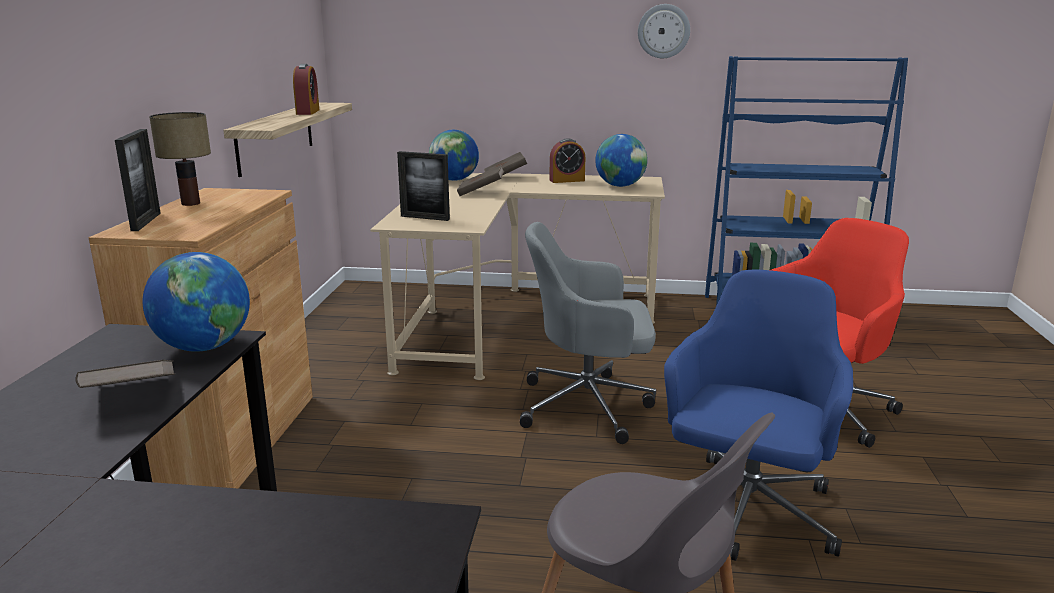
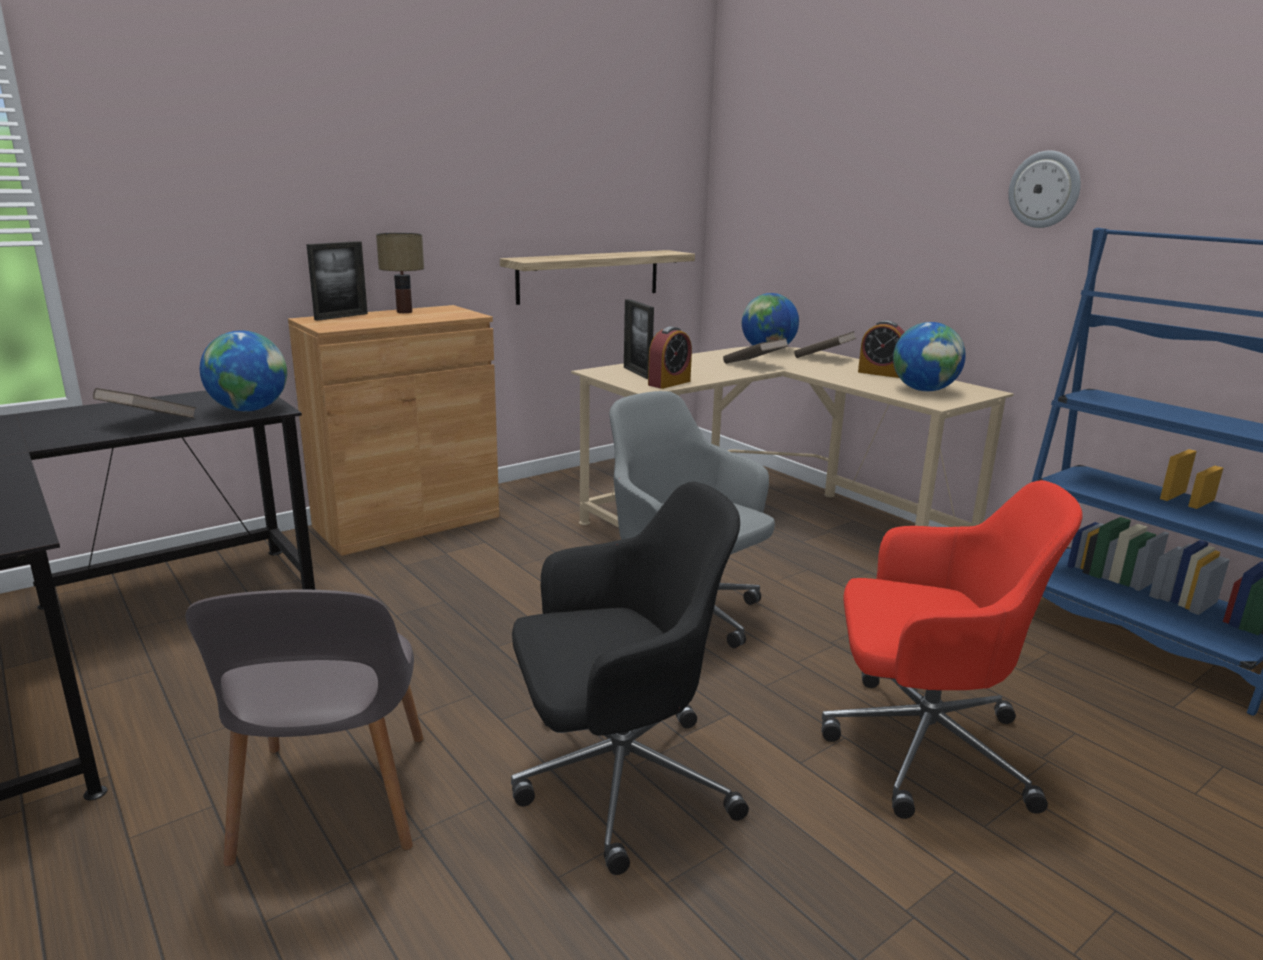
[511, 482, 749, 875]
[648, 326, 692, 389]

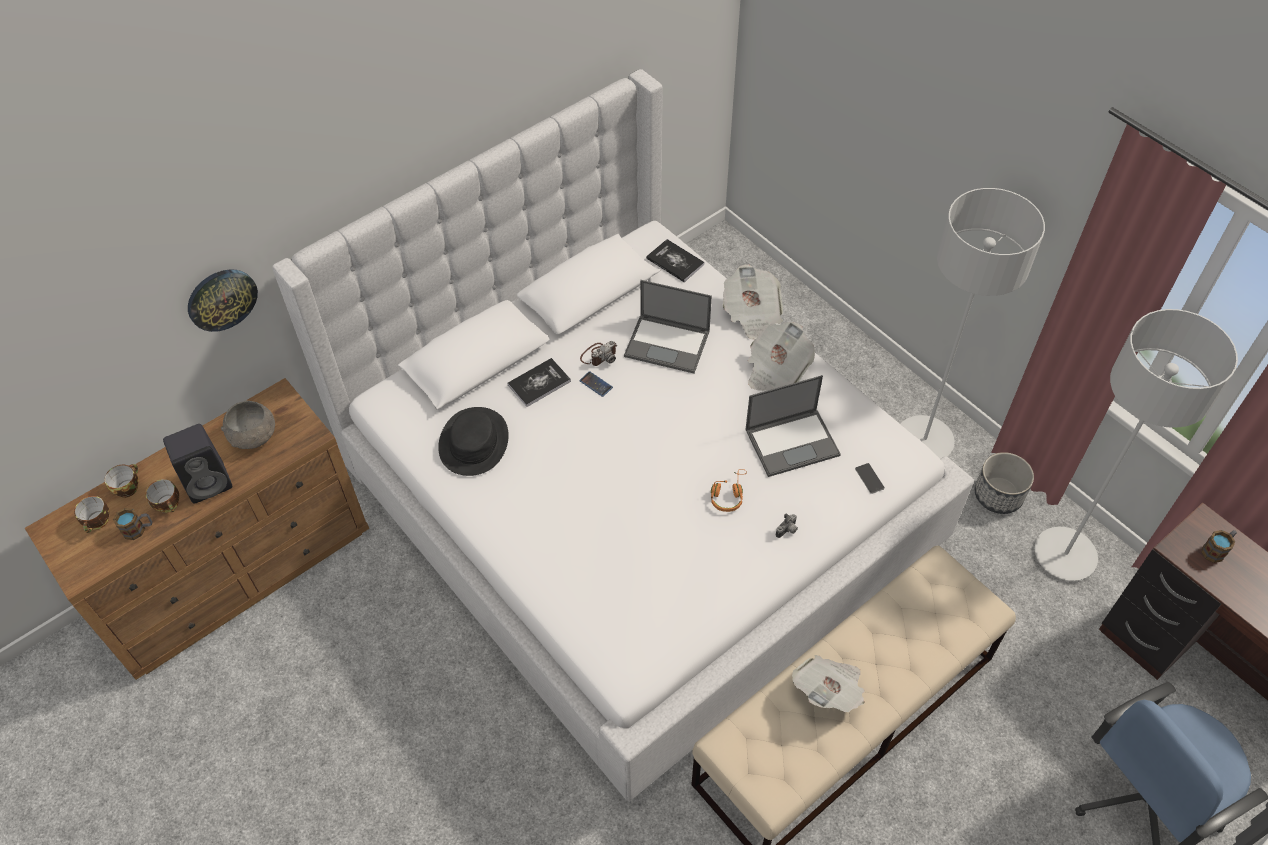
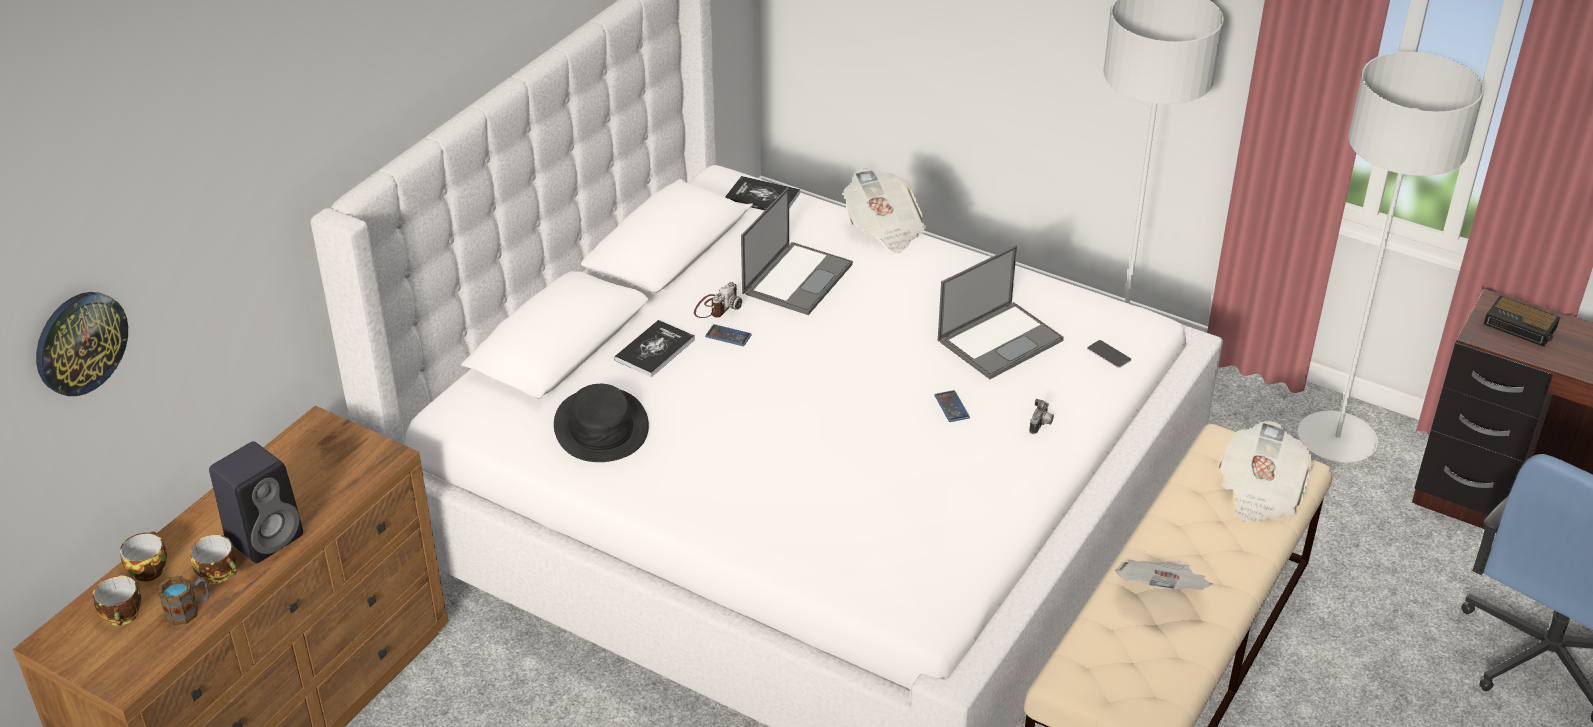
[36, 292, 128, 396]
[741, 187, 853, 315]
[934, 390, 970, 422]
[1219, 421, 1314, 522]
[1484, 296, 1560, 347]
[221, 400, 275, 449] (first image)
[975, 452, 1034, 514] (first image)

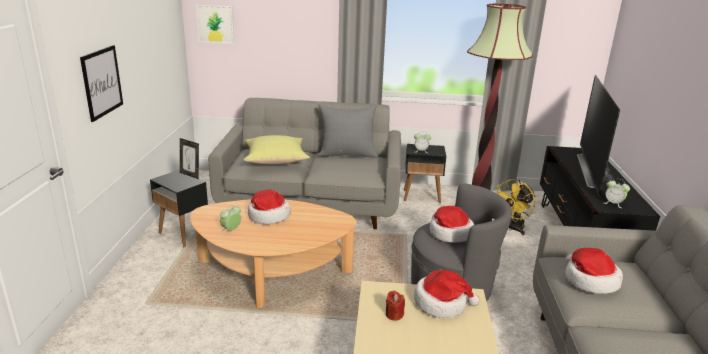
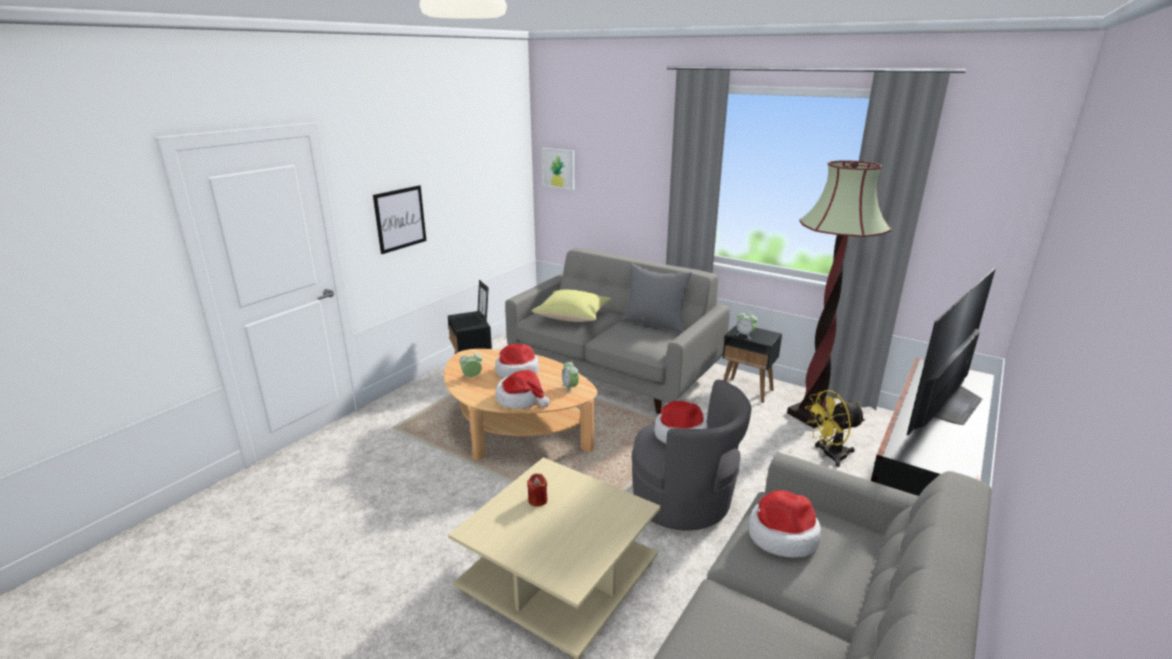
[495, 370, 550, 409]
[562, 361, 579, 393]

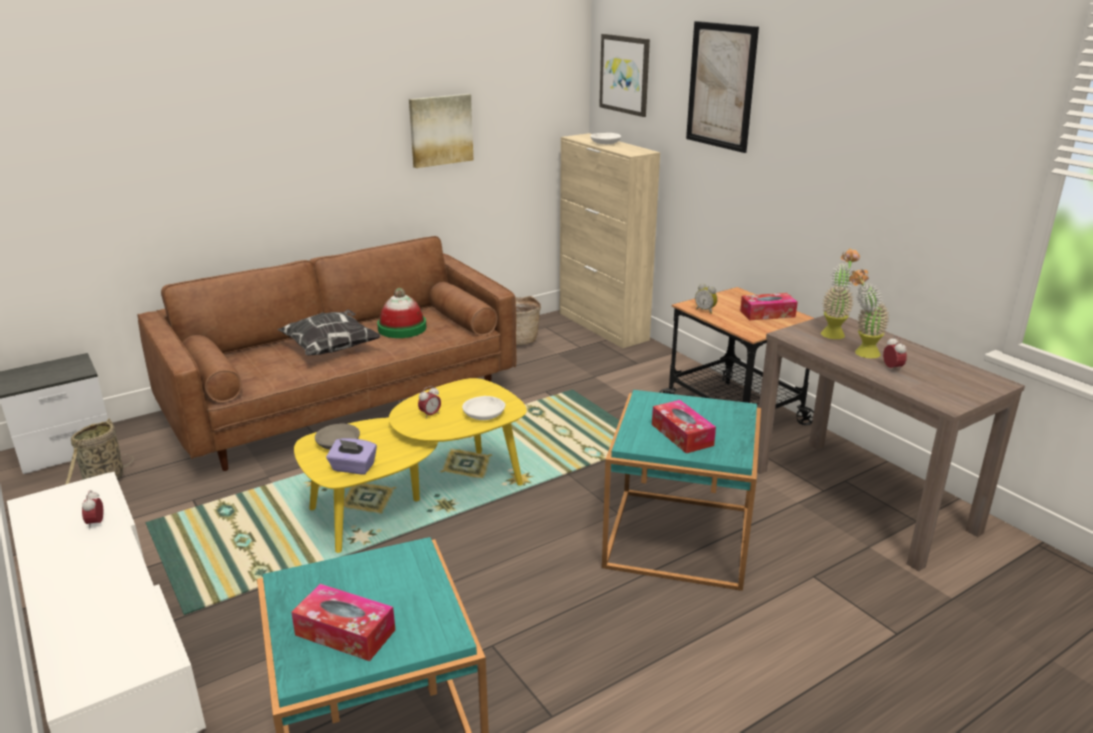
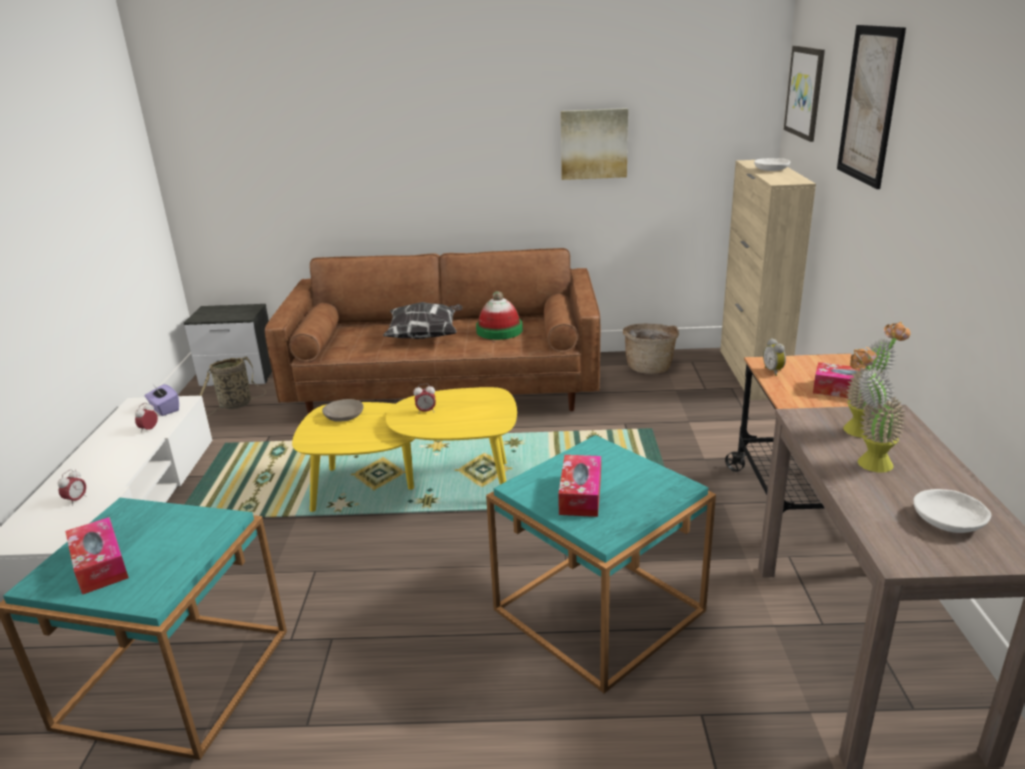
[58, 470, 87, 506]
[145, 384, 179, 416]
[913, 489, 991, 533]

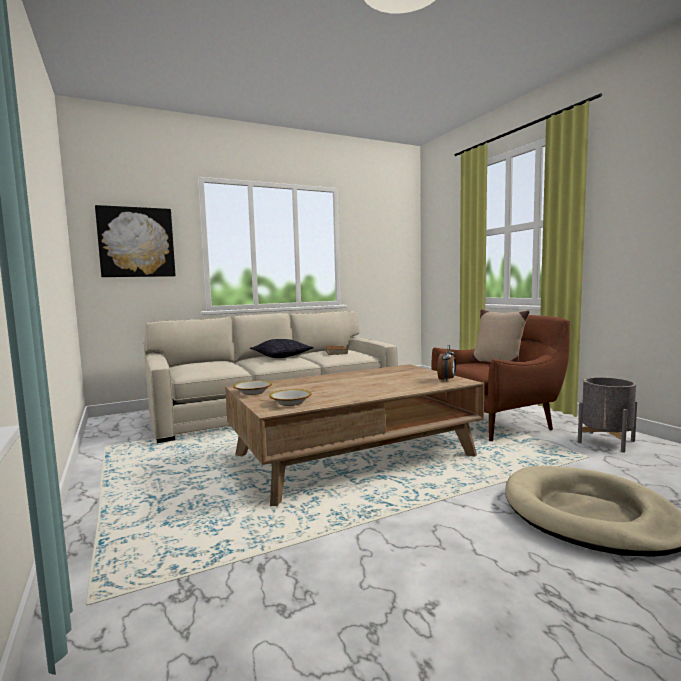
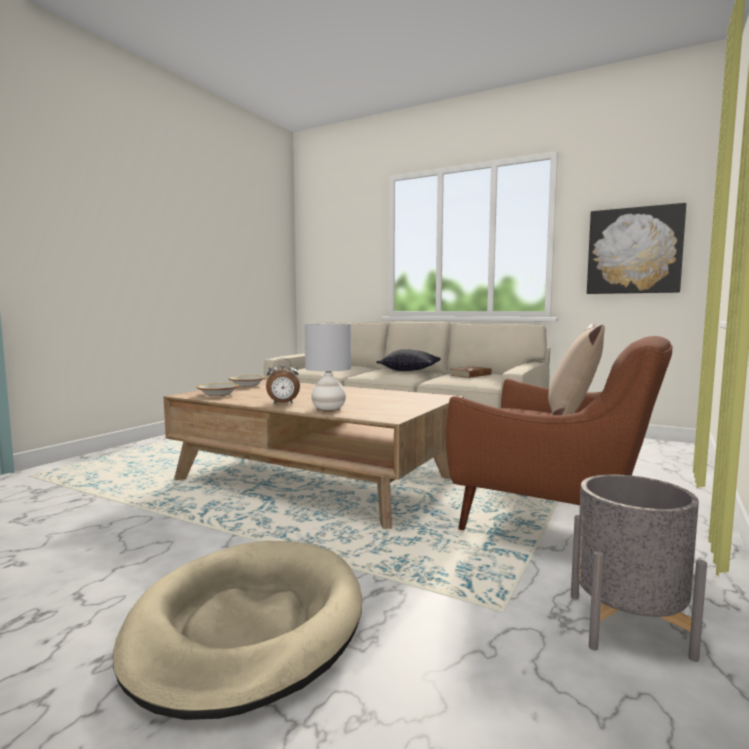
[266, 358, 300, 404]
[305, 324, 351, 410]
[587, 203, 686, 294]

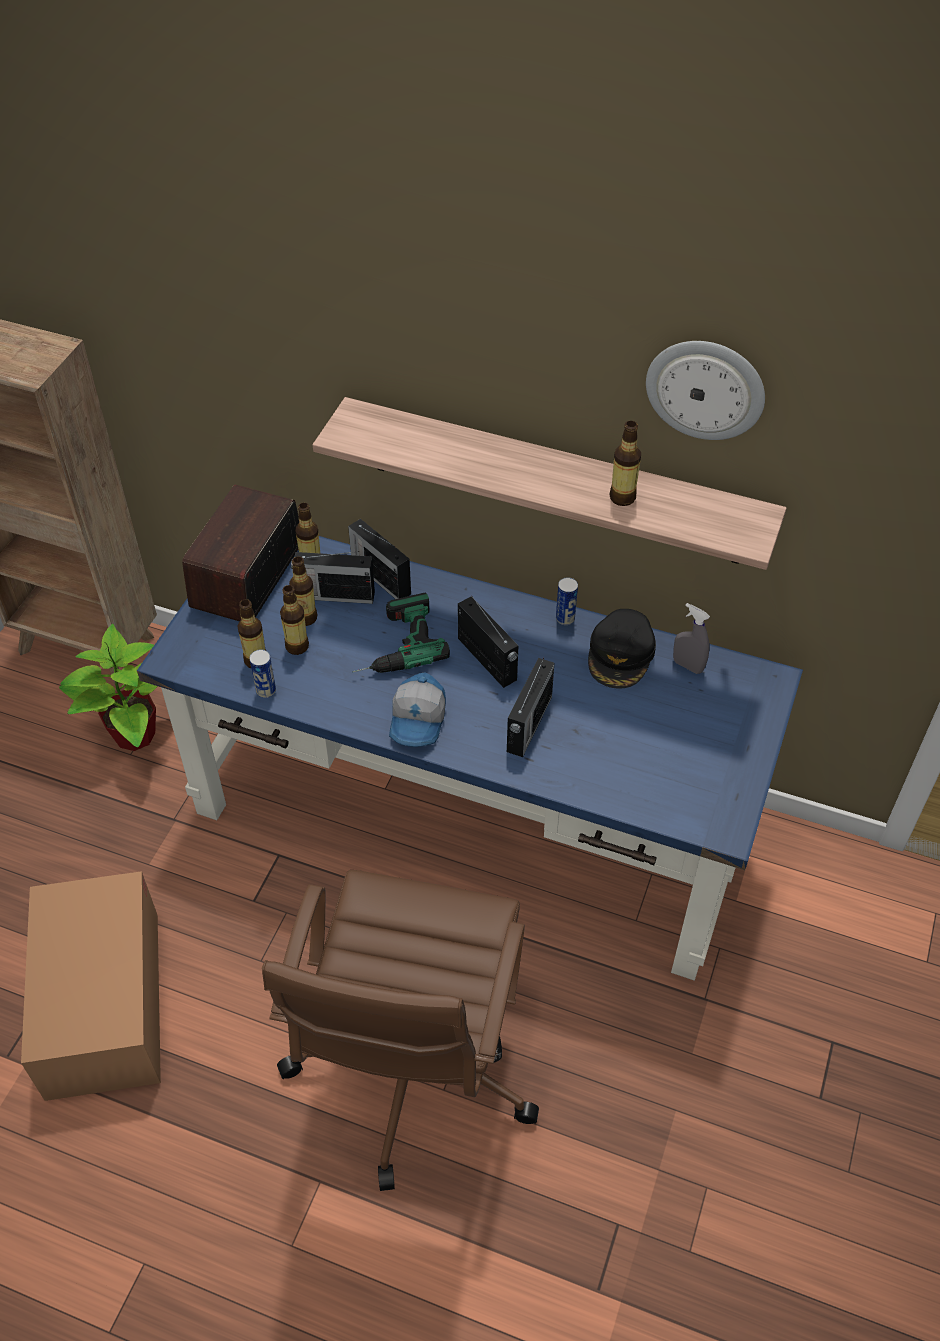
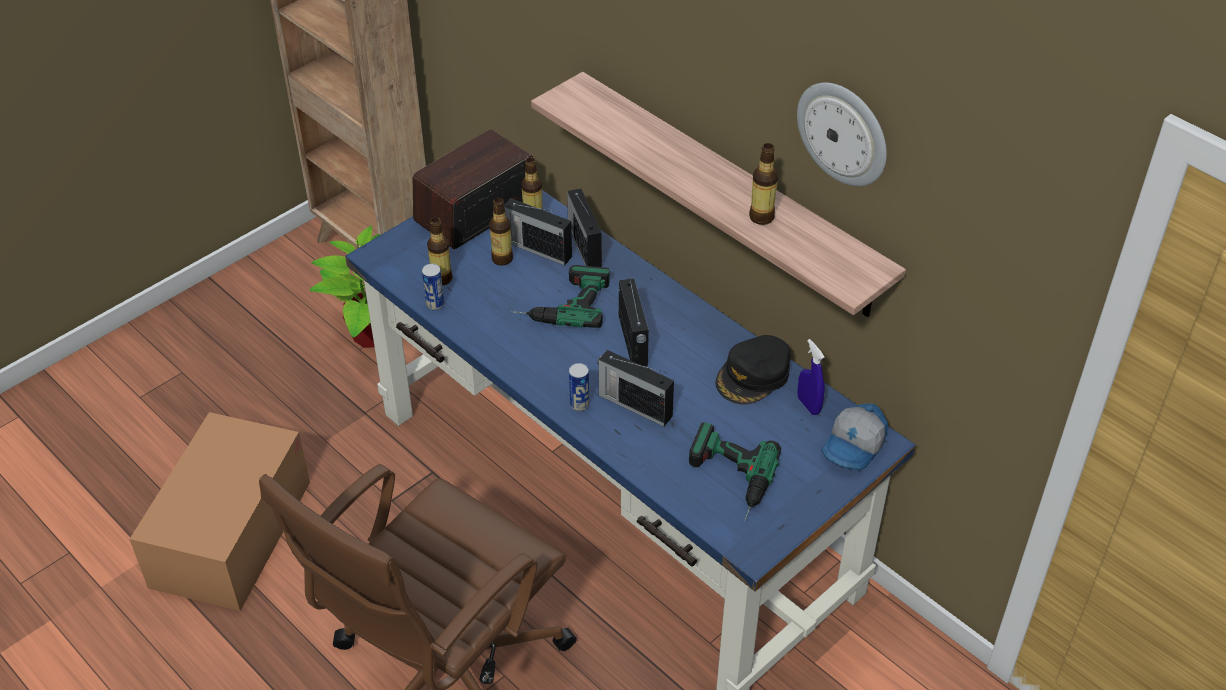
[569, 363, 589, 411]
[597, 350, 674, 427]
[689, 422, 781, 521]
[797, 339, 825, 415]
[821, 403, 888, 471]
[280, 585, 309, 655] (first image)

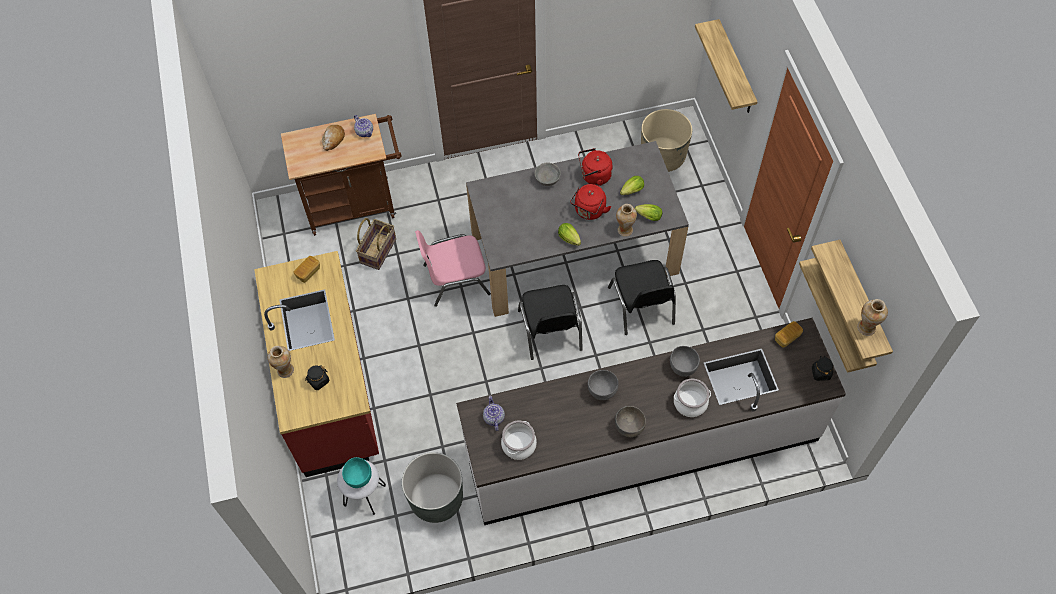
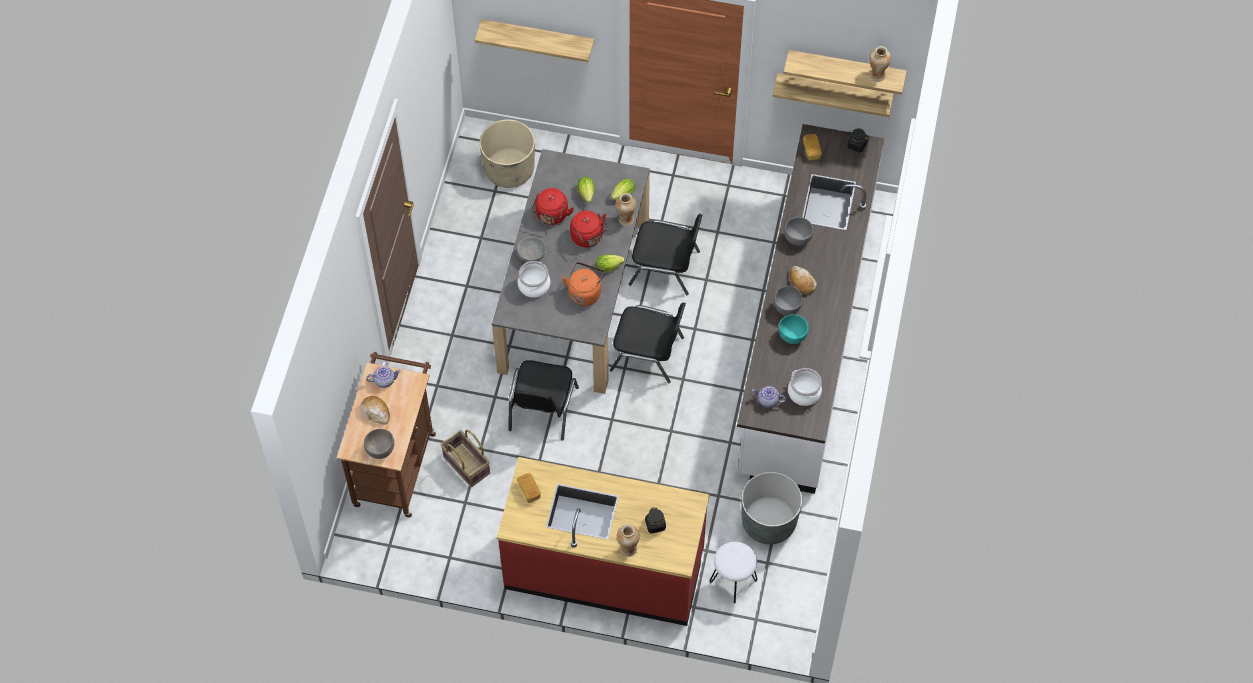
[364, 429, 394, 459]
[509, 360, 579, 441]
[518, 261, 550, 298]
[562, 262, 605, 306]
[779, 314, 809, 344]
[790, 266, 817, 295]

